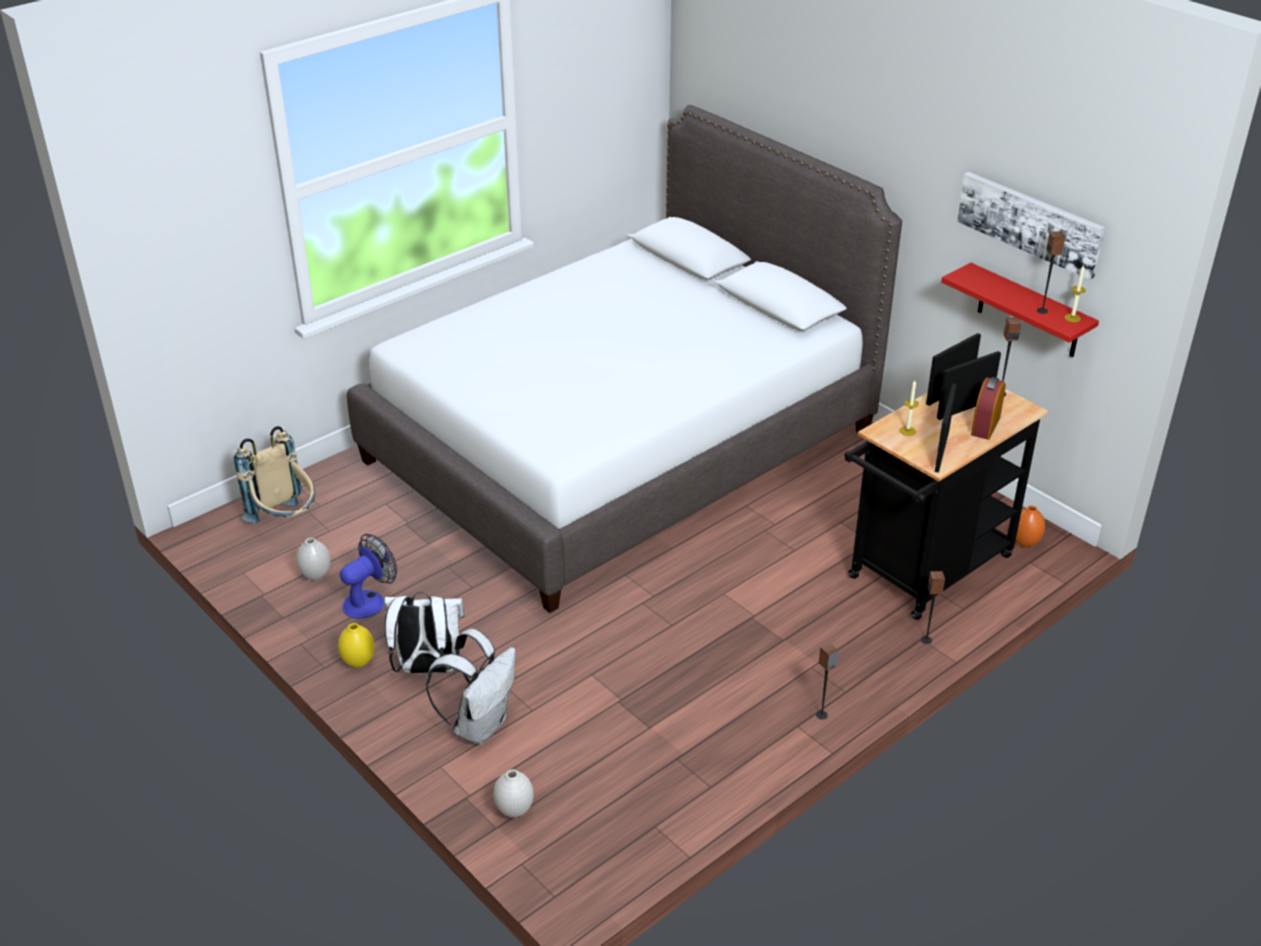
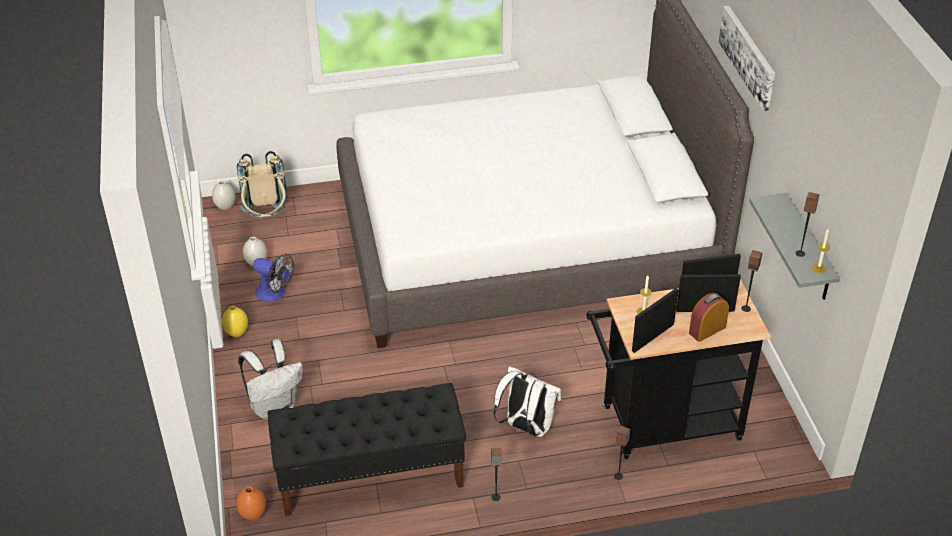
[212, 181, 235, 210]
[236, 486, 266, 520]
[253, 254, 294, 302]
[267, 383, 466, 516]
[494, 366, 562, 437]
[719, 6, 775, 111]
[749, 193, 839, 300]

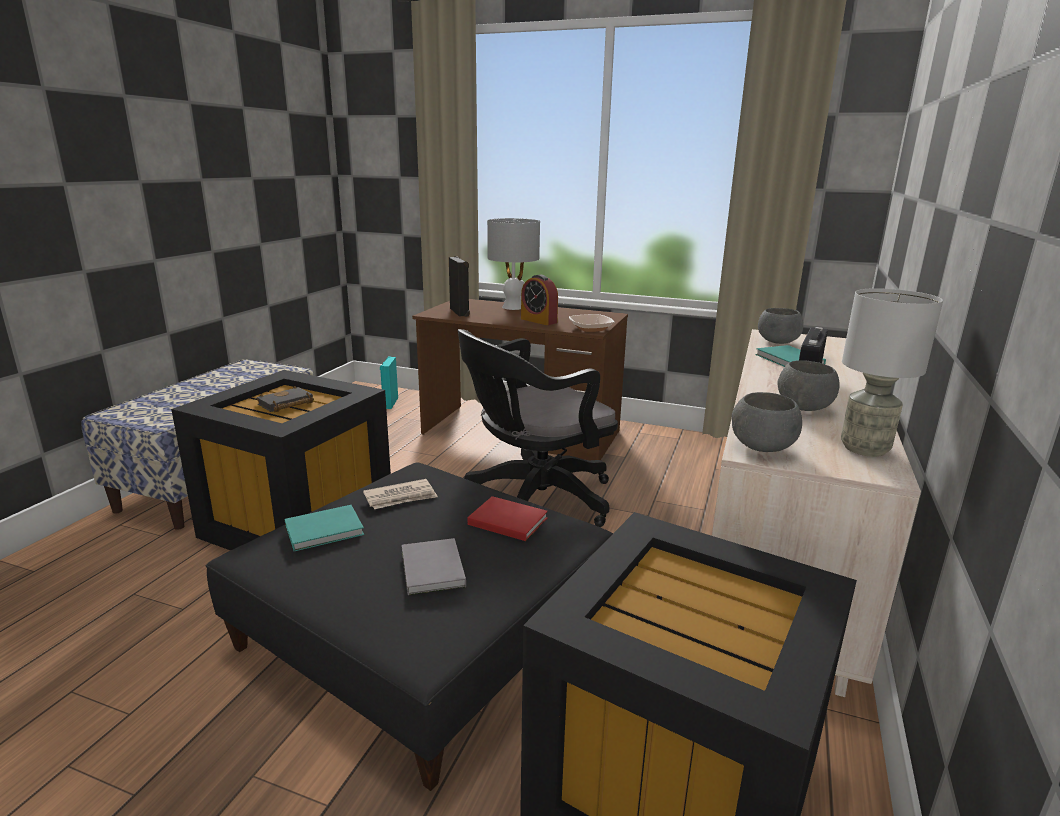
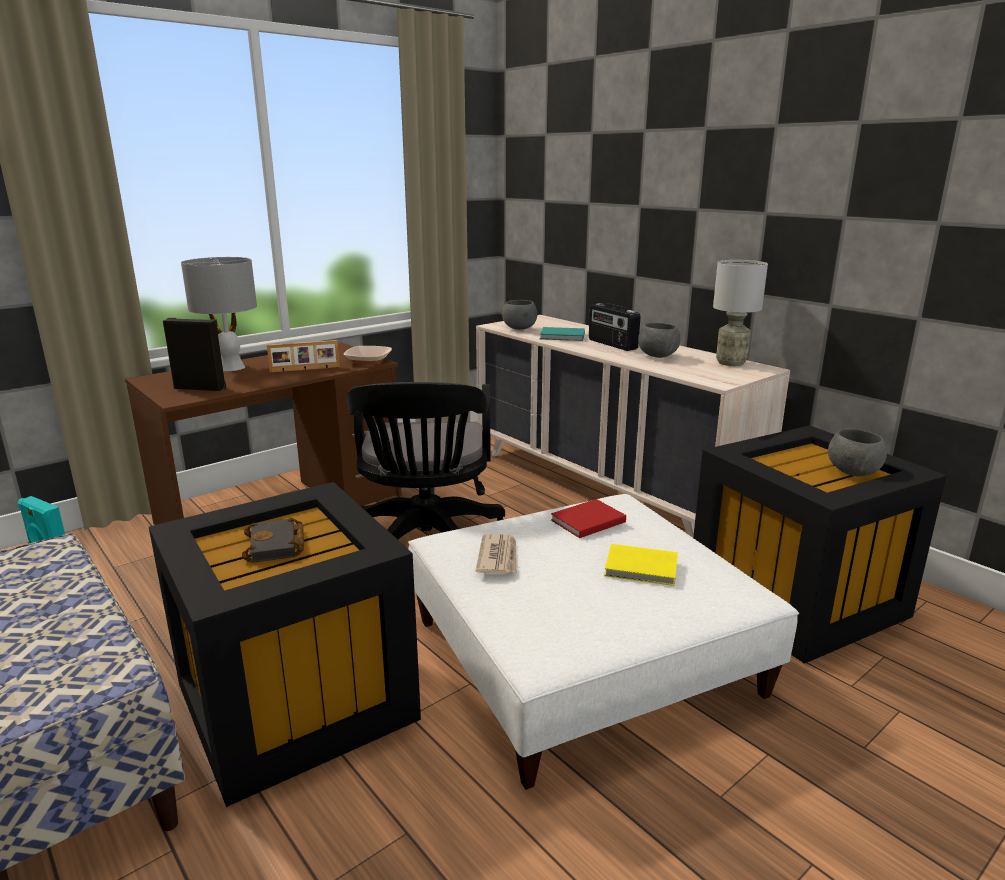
[267, 340, 340, 372]
[408, 494, 799, 790]
[604, 544, 678, 586]
[828, 429, 887, 476]
[285, 505, 364, 551] (first image)

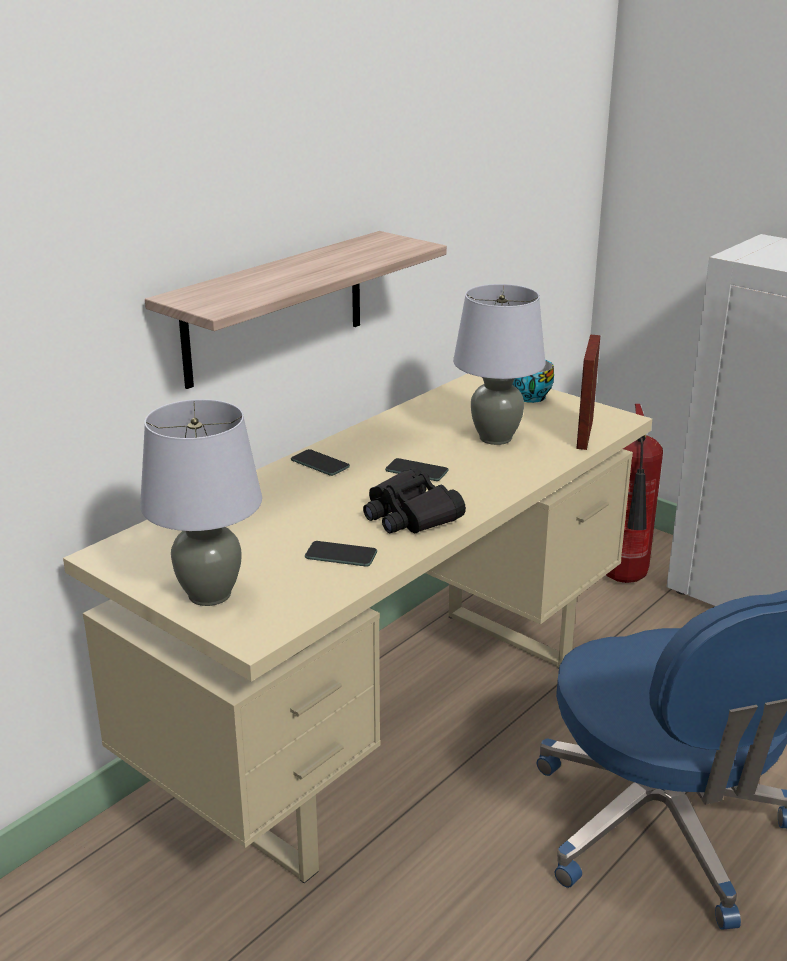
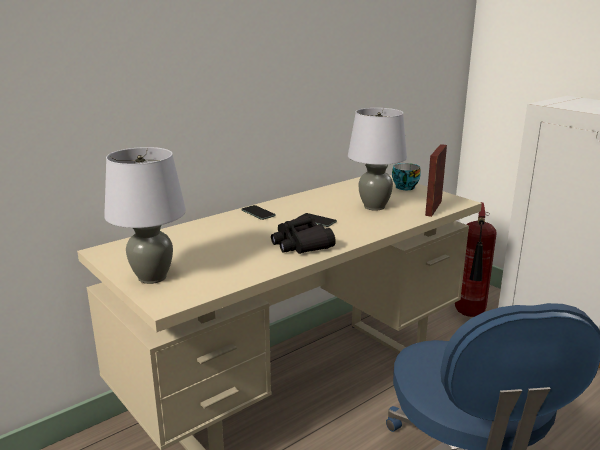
[145, 231, 447, 389] (first image)
[305, 541, 377, 567] (first image)

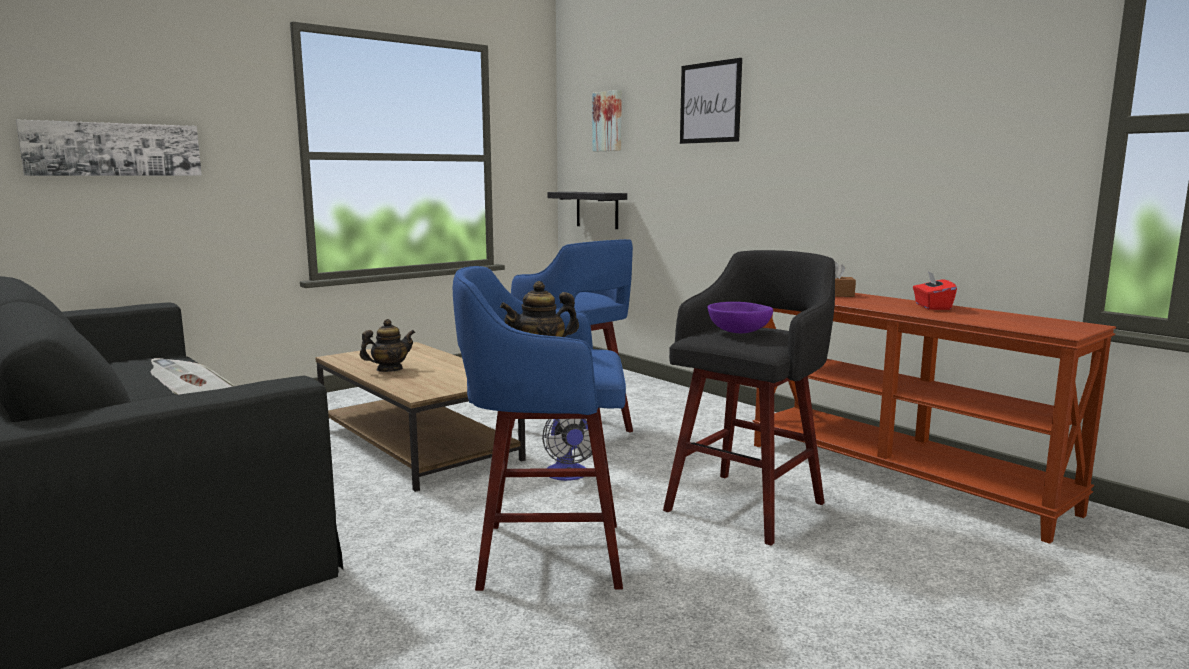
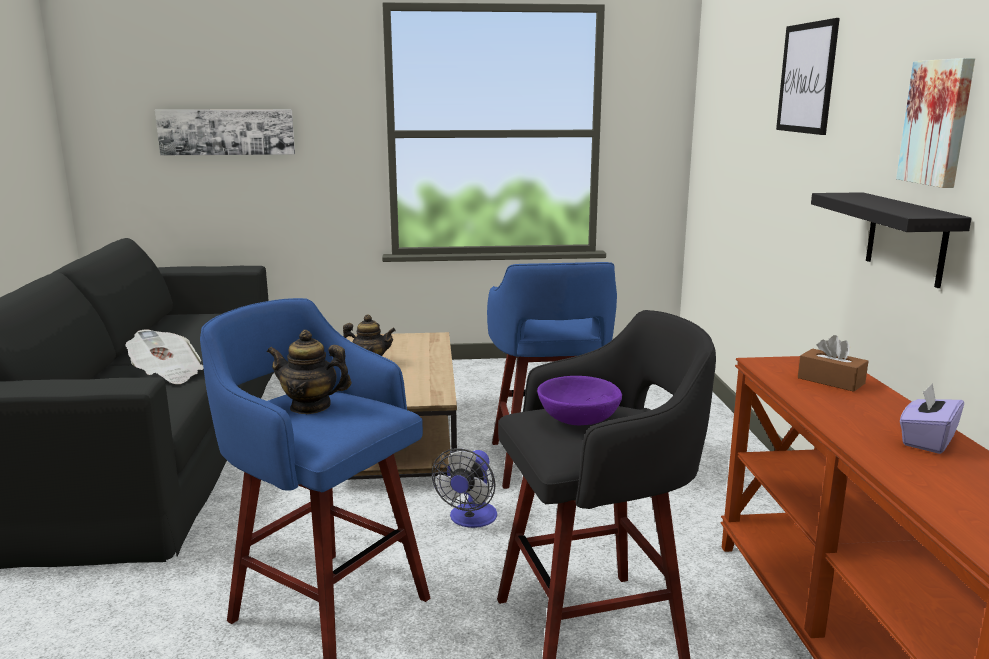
[811, 192, 971, 288]
[896, 58, 975, 188]
[900, 383, 964, 454]

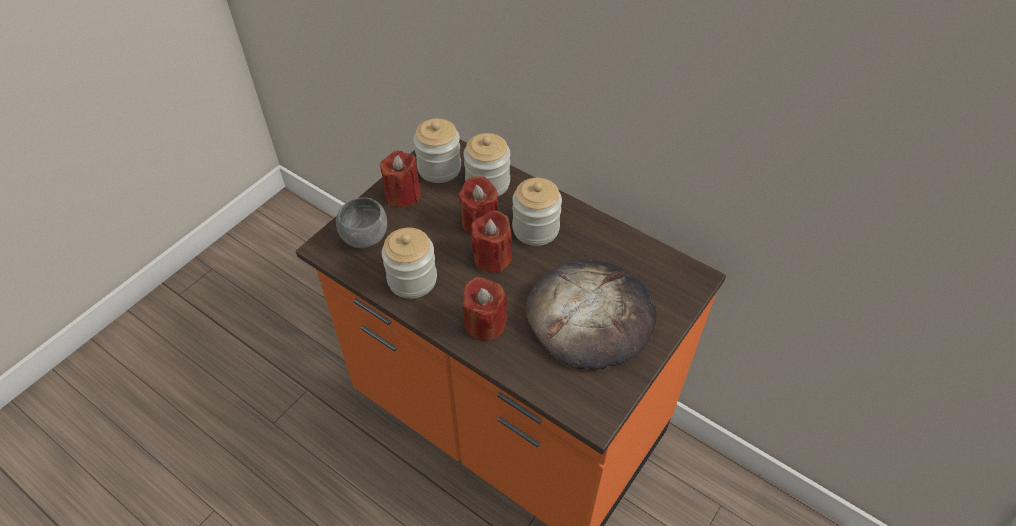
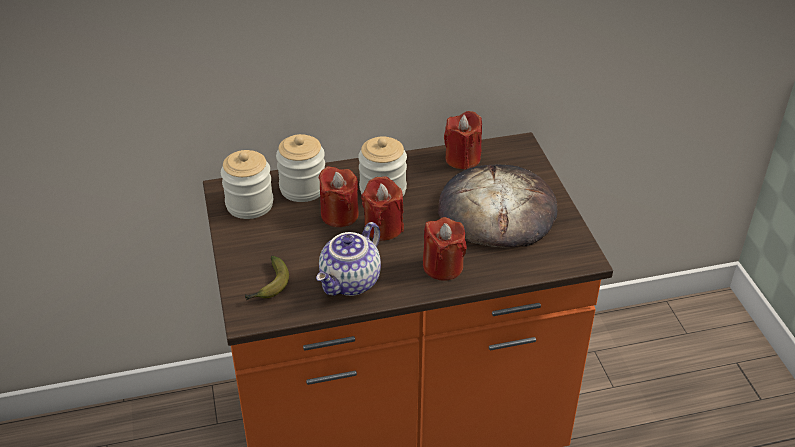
[245, 256, 289, 300]
[316, 222, 381, 296]
[444, 111, 482, 170]

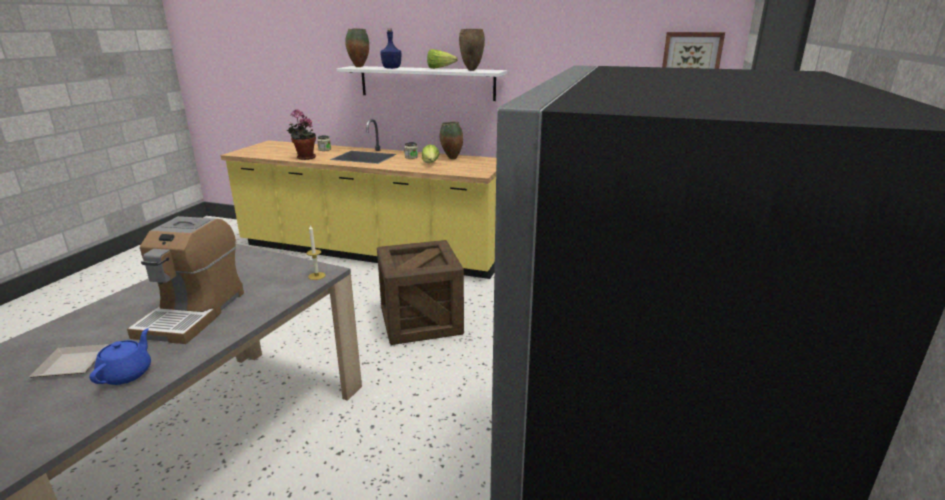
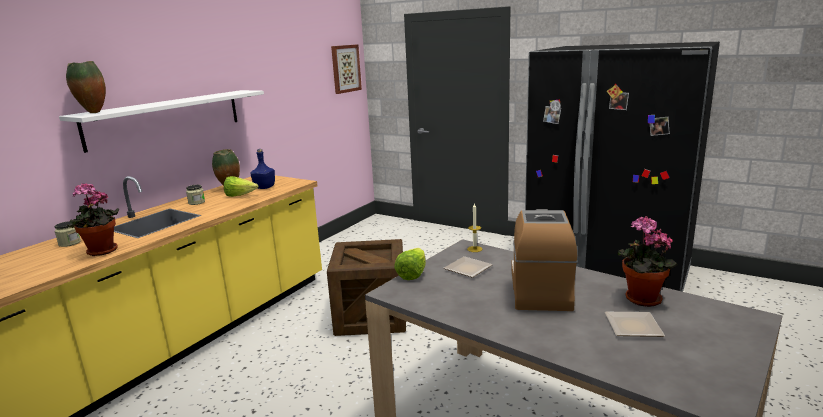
[251, 149, 275, 189]
[394, 248, 426, 280]
[444, 256, 493, 278]
[511, 209, 577, 311]
[617, 216, 678, 307]
[459, 29, 485, 71] (first image)

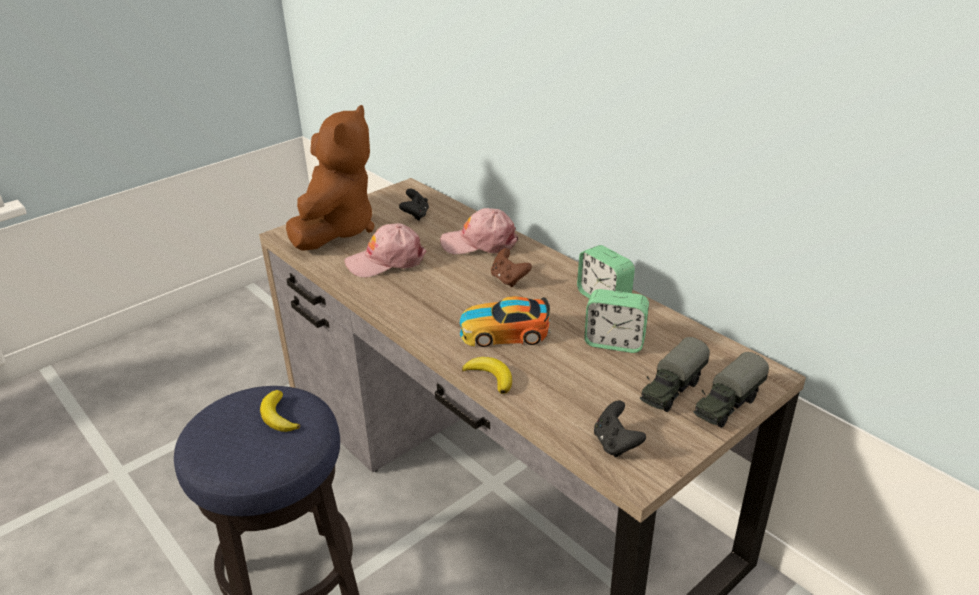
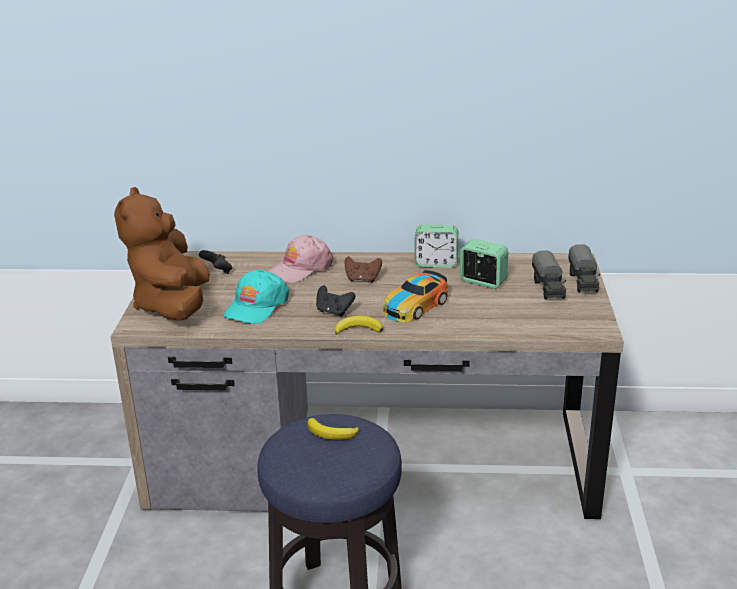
[114, 187, 210, 320]
[224, 270, 289, 324]
[316, 285, 355, 317]
[335, 316, 383, 335]
[460, 239, 508, 289]

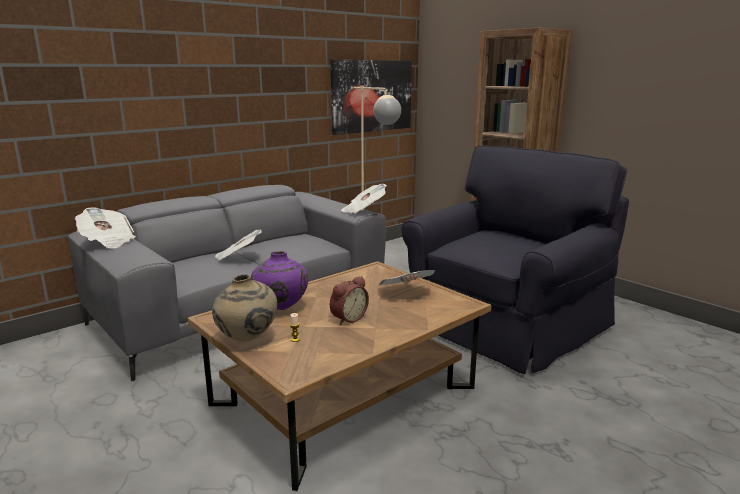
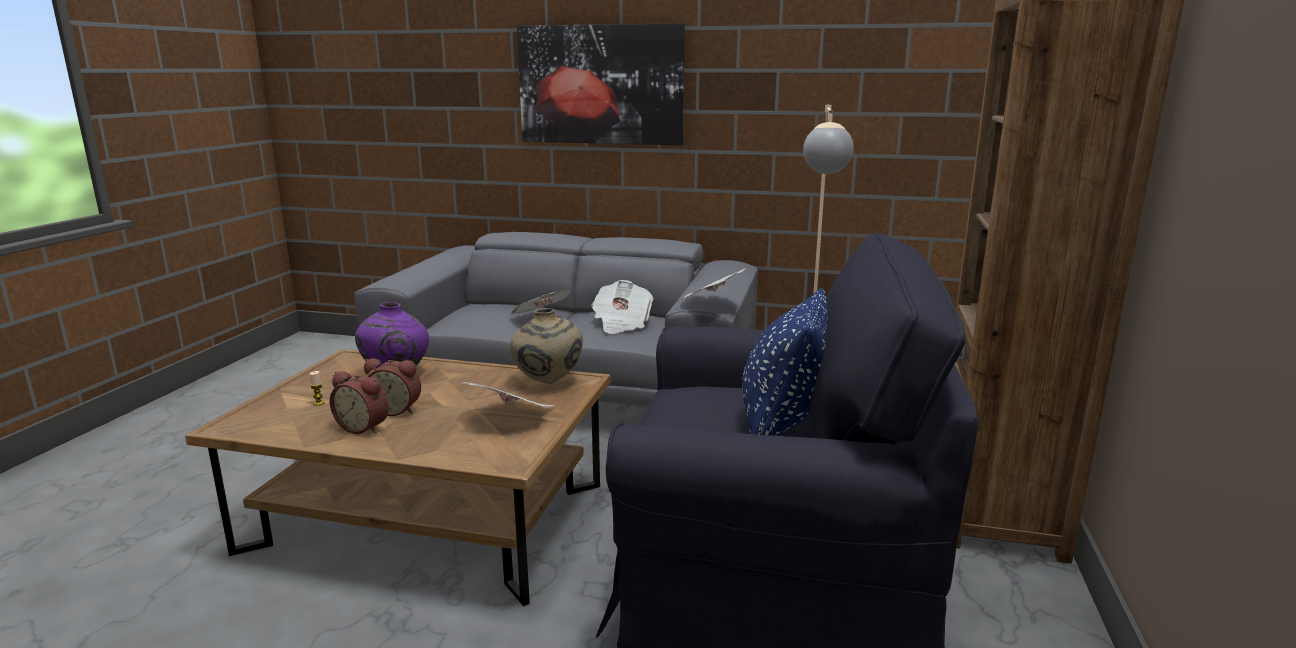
[330, 371, 389, 434]
[510, 308, 583, 384]
[517, 23, 685, 145]
[591, 280, 653, 334]
[742, 288, 829, 436]

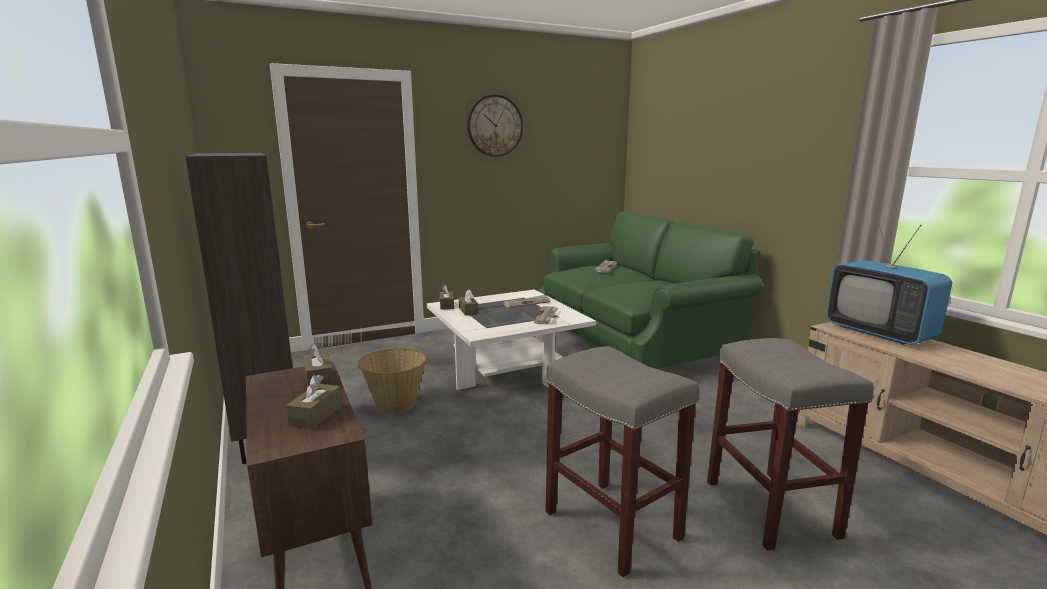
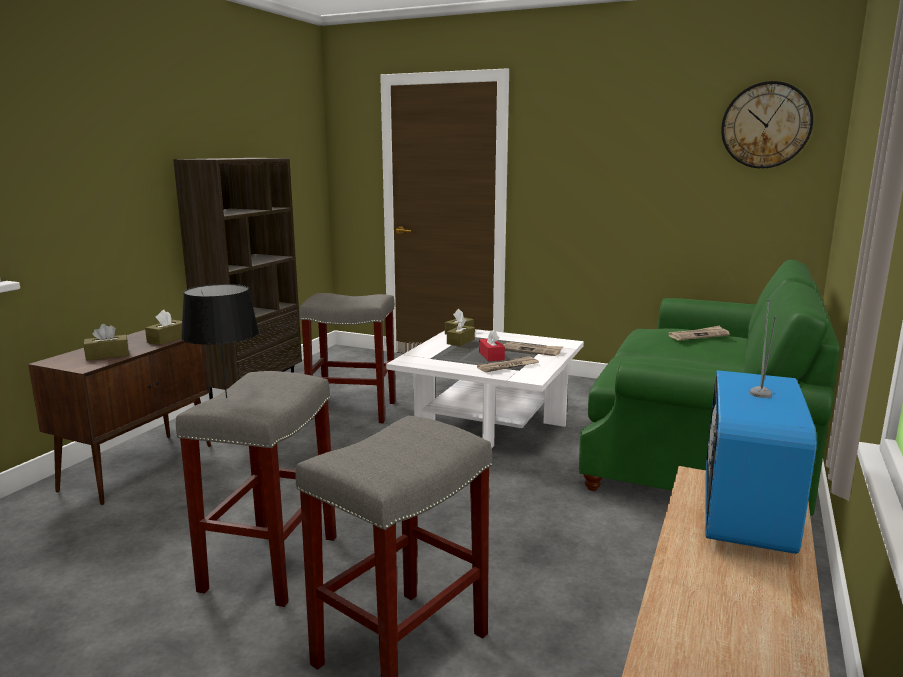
[181, 284, 259, 398]
[299, 293, 395, 423]
[479, 330, 505, 361]
[721, 81, 813, 169]

